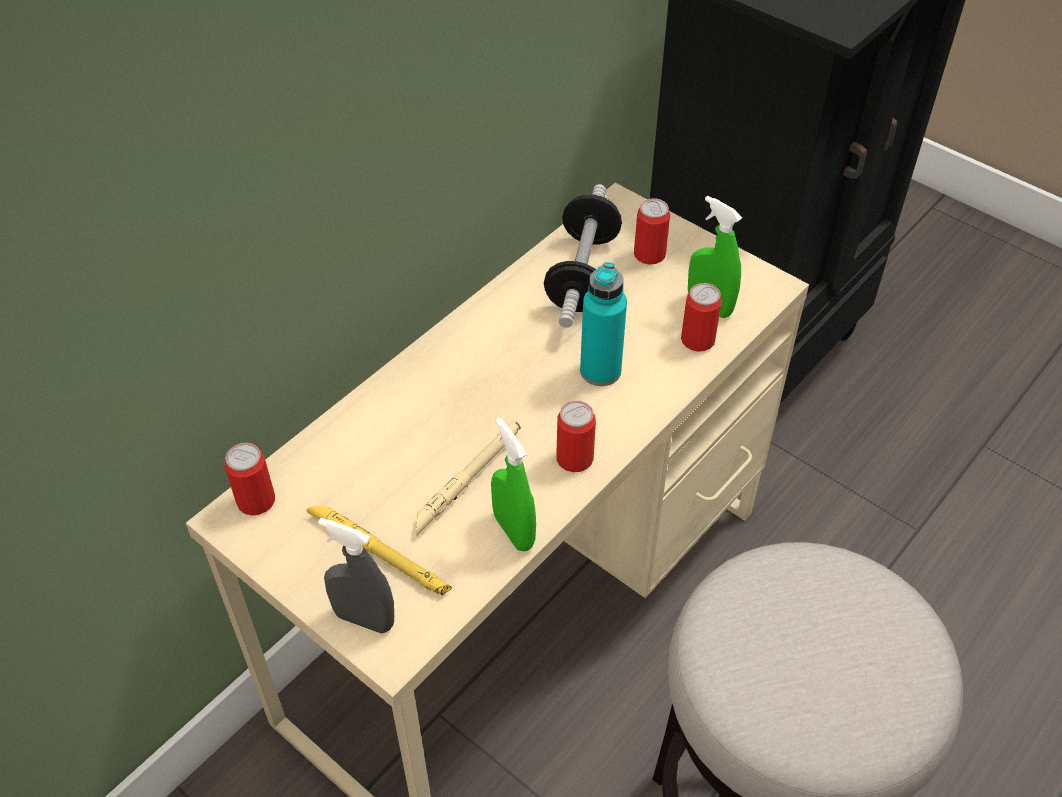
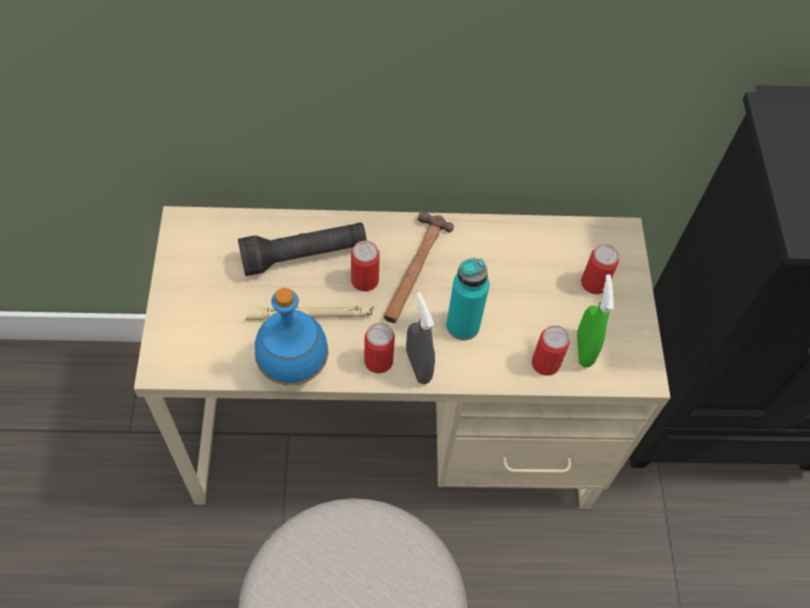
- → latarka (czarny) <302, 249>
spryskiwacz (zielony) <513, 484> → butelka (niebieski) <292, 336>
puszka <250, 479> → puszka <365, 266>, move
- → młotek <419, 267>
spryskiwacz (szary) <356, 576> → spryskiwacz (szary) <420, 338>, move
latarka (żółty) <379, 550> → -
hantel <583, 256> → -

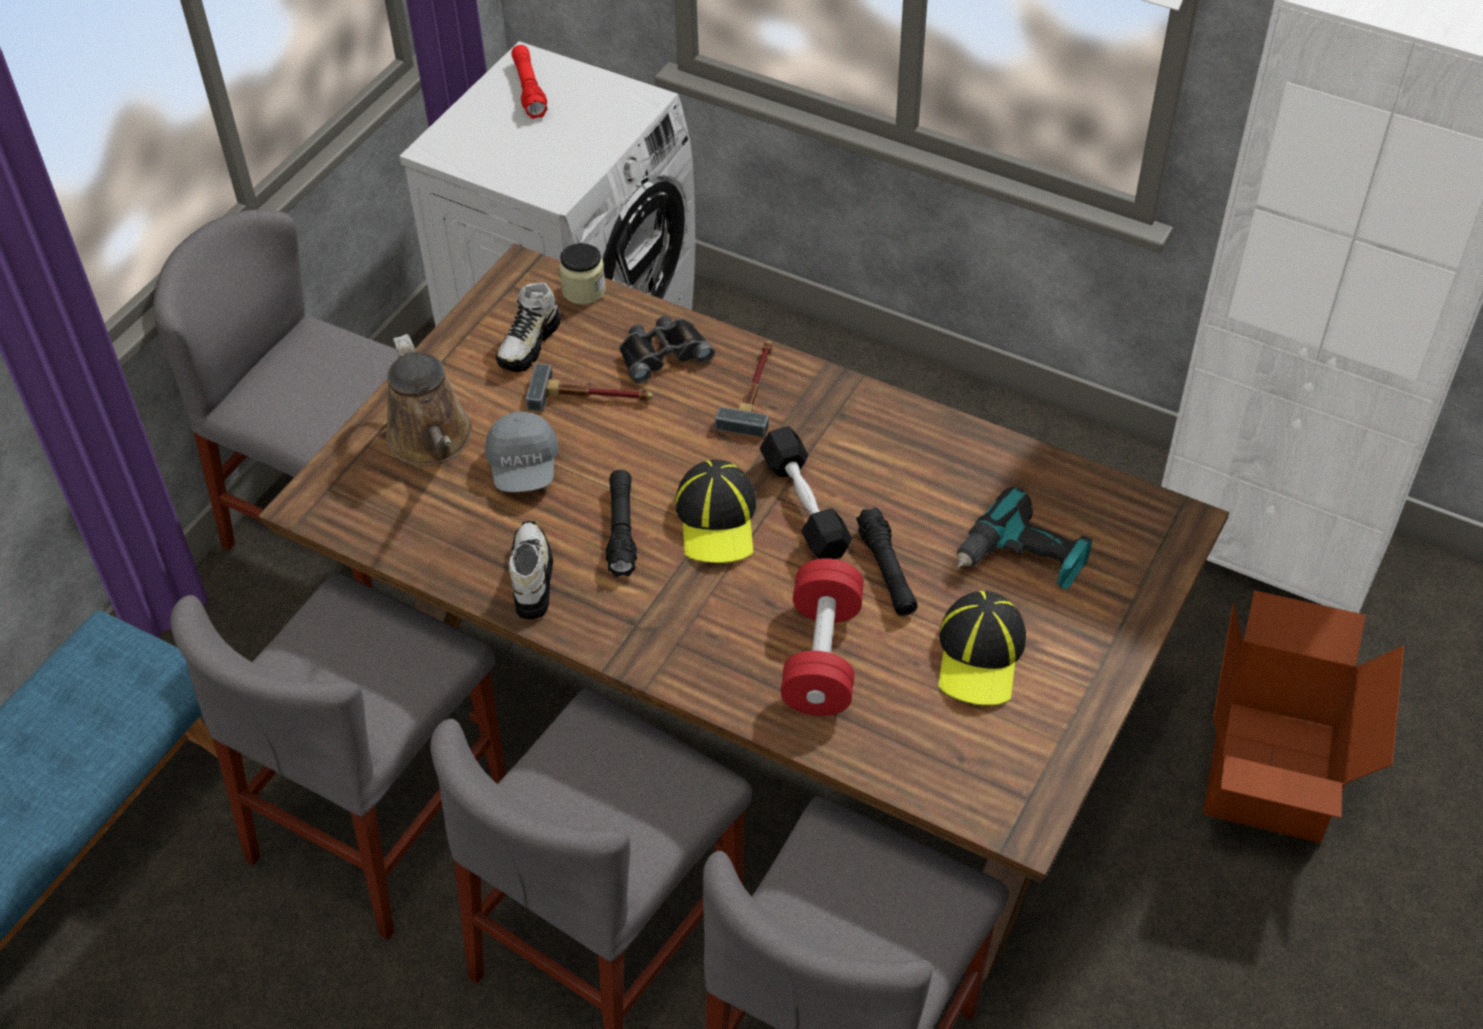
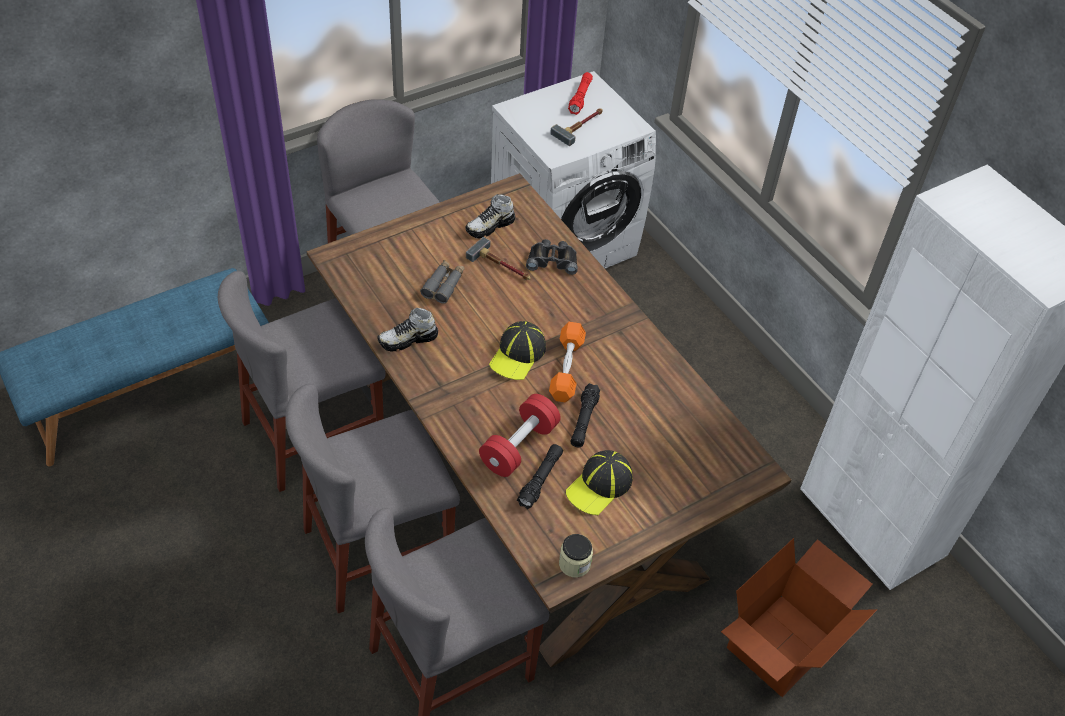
but <531, 570> → but <407, 330>, 135 degrees counterclockwise
czapka z daszkiem (szary) <521, 451> → lornetka (szary) <442, 282>
latarka (czarny) <621, 523> → latarka (czarny) <540, 476>, move
hantel (czarny) <806, 492> → hantel (pomarańczowy) <567, 362>
młotek <743, 389> → młotek <576, 127>, move
słoik <582, 274> → słoik <576, 555>, move
konewka (brązowy) <429, 400> → -
wiertarka <1024, 538> → -

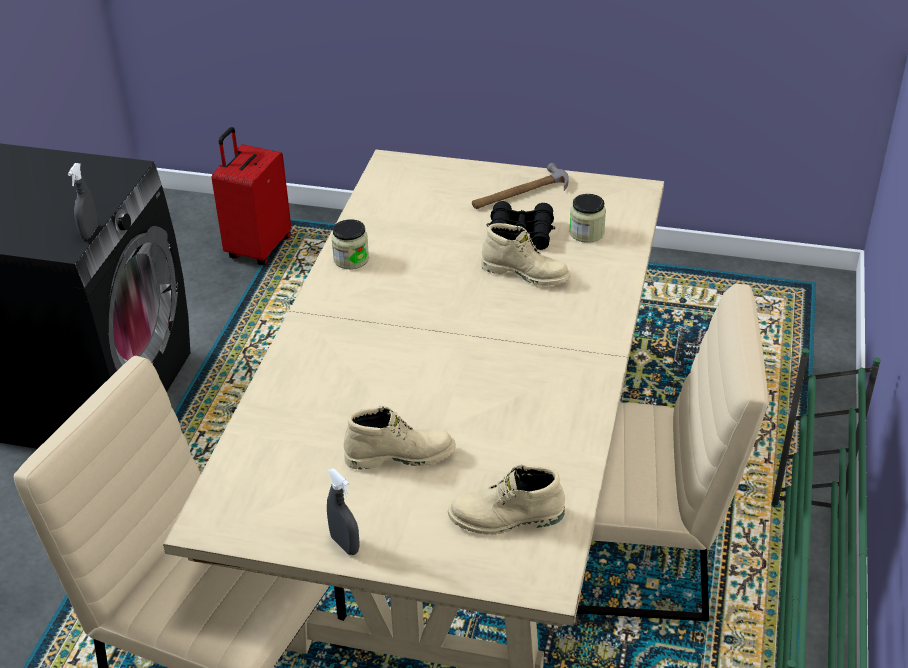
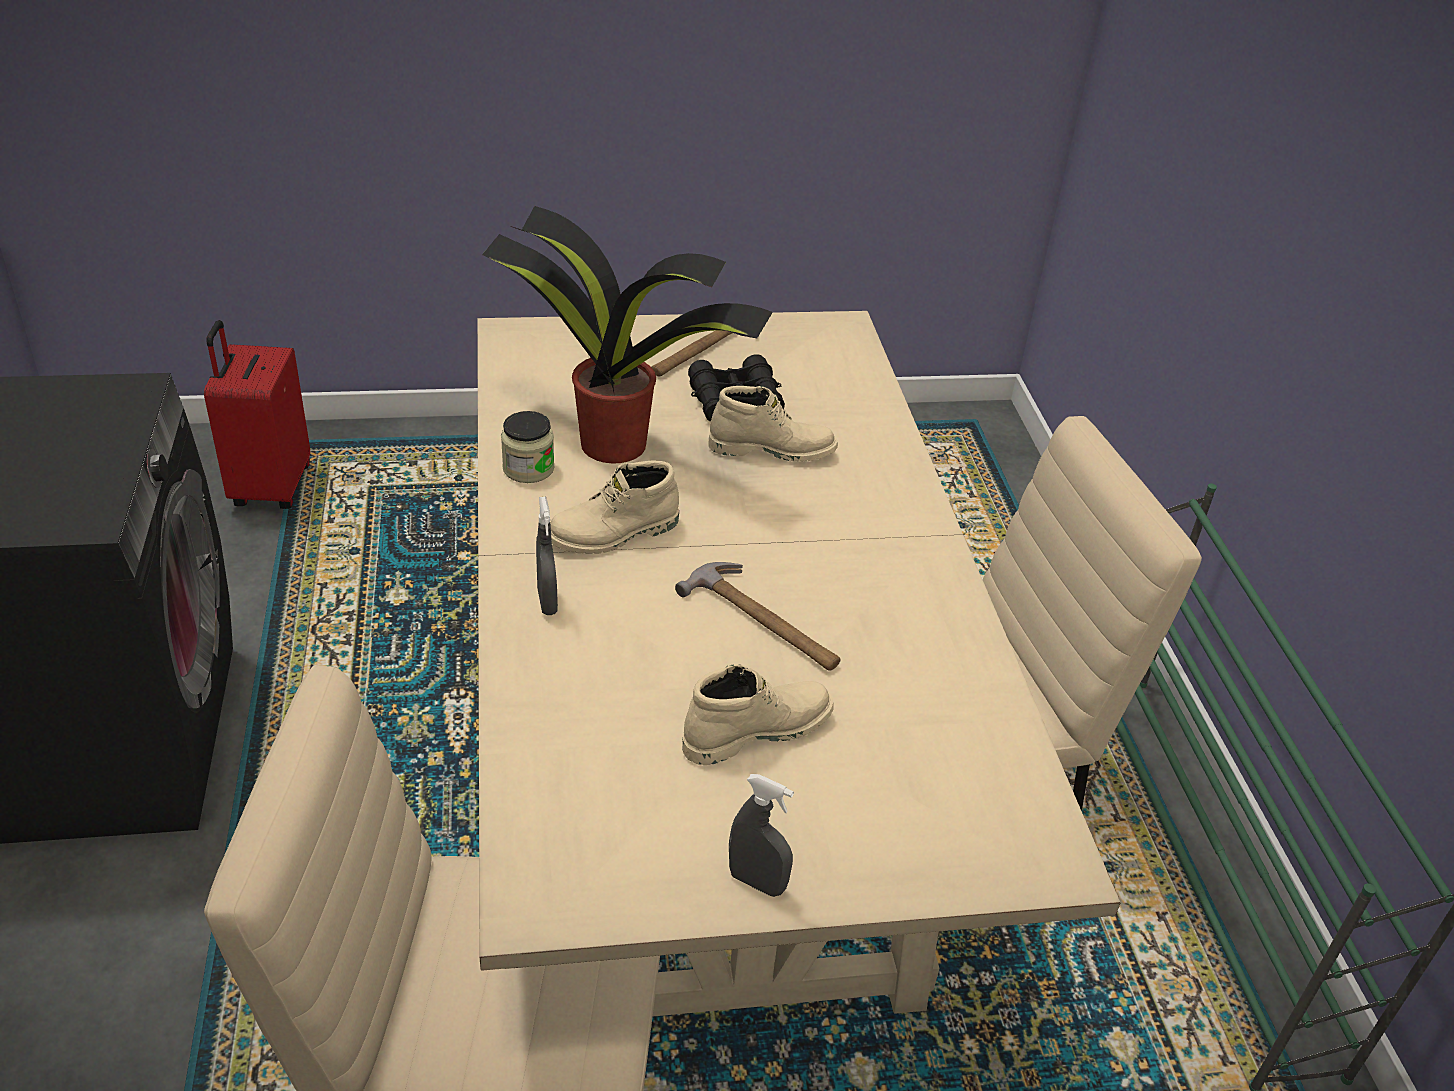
- → roślina doniczkowa <627, 335>
spryskiwacz (szary) <83, 201> → spryskiwacz (szary) <547, 556>, move
but z cholewką (beżowy) <506, 500> → but z cholewką (beżowy) <614, 507>, move
- → młotek <758, 616>
słoik <587, 218> → -

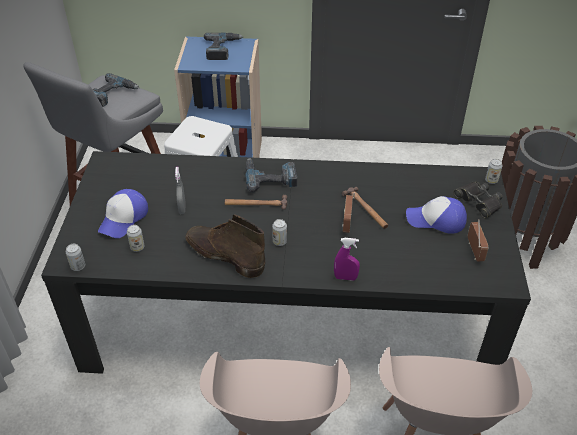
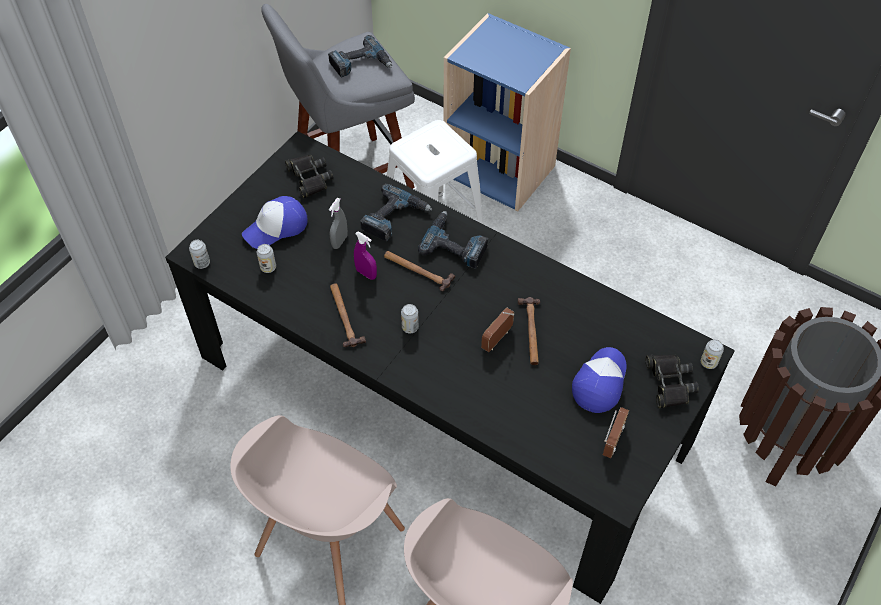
- → lornetka (czarny) <309, 176>
but z cholewką (brązowy) <225, 246> → młotek <348, 315>
spryskiwacz (fioletowy) <347, 259> → spryskiwacz (fioletowy) <365, 255>, move
wiertarka <223, 46> → wiertarka <396, 212>, move
czapka z daszkiem <436, 214> → czapka z daszkiem <599, 380>, 75 degrees clockwise

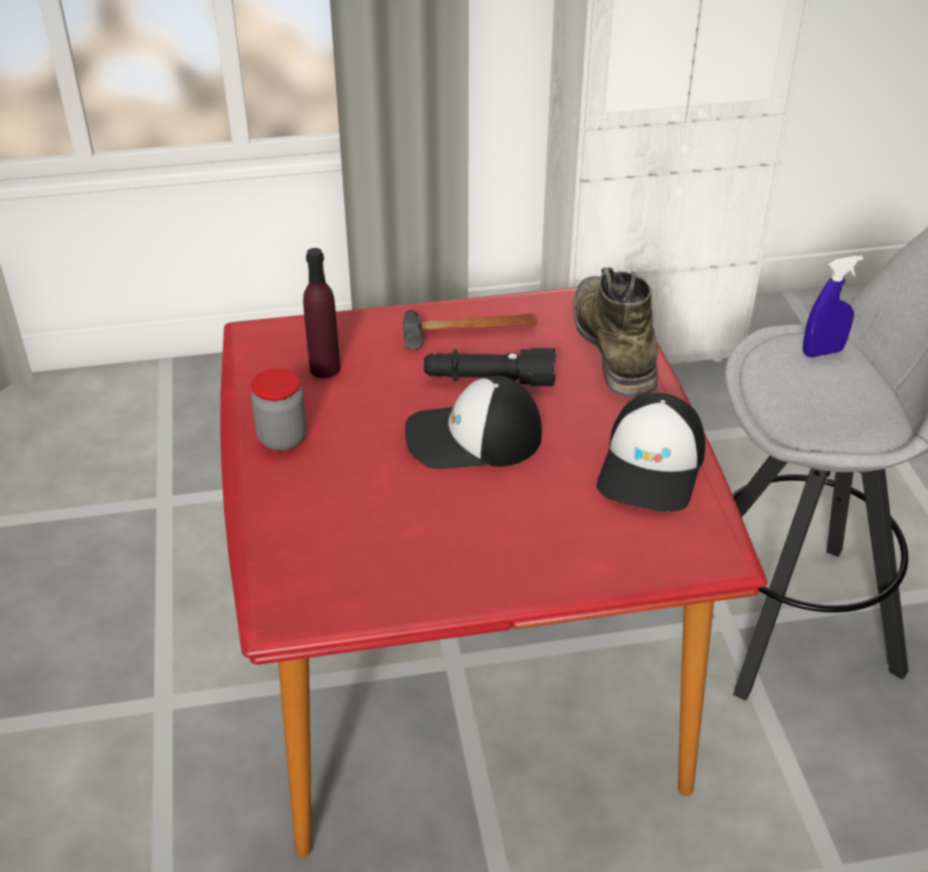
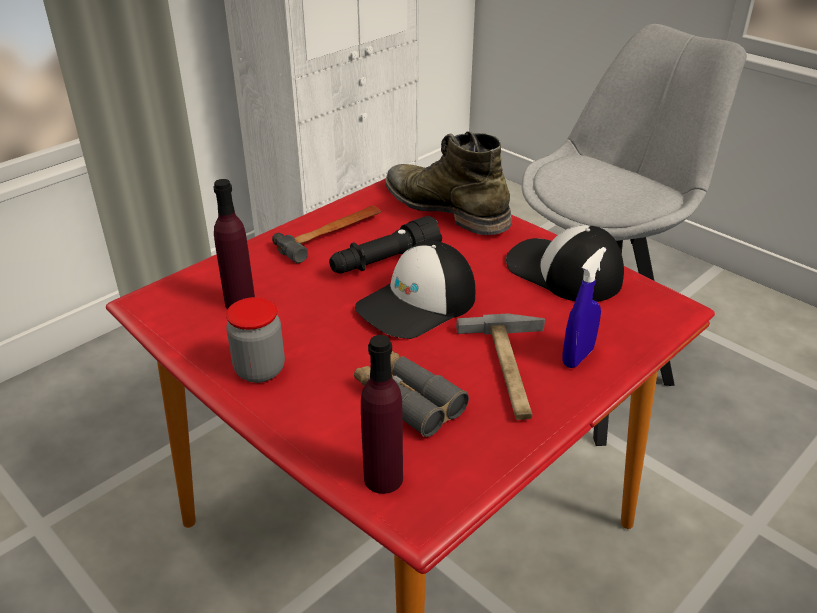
- → lornetka (szary) <411, 394>
- → butelka (fioletowy) <382, 414>
- → młotek <500, 367>
czapka z daszkiem <650, 452> → czapka z daszkiem <565, 263>, 150 degrees clockwise
spryskiwacz (niebieski) <833, 306> → spryskiwacz (niebieski) <584, 307>, move

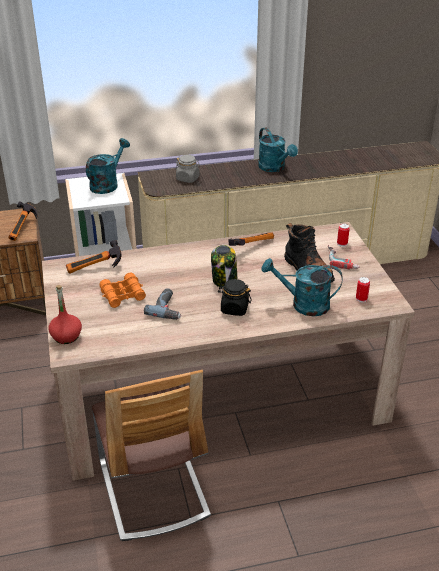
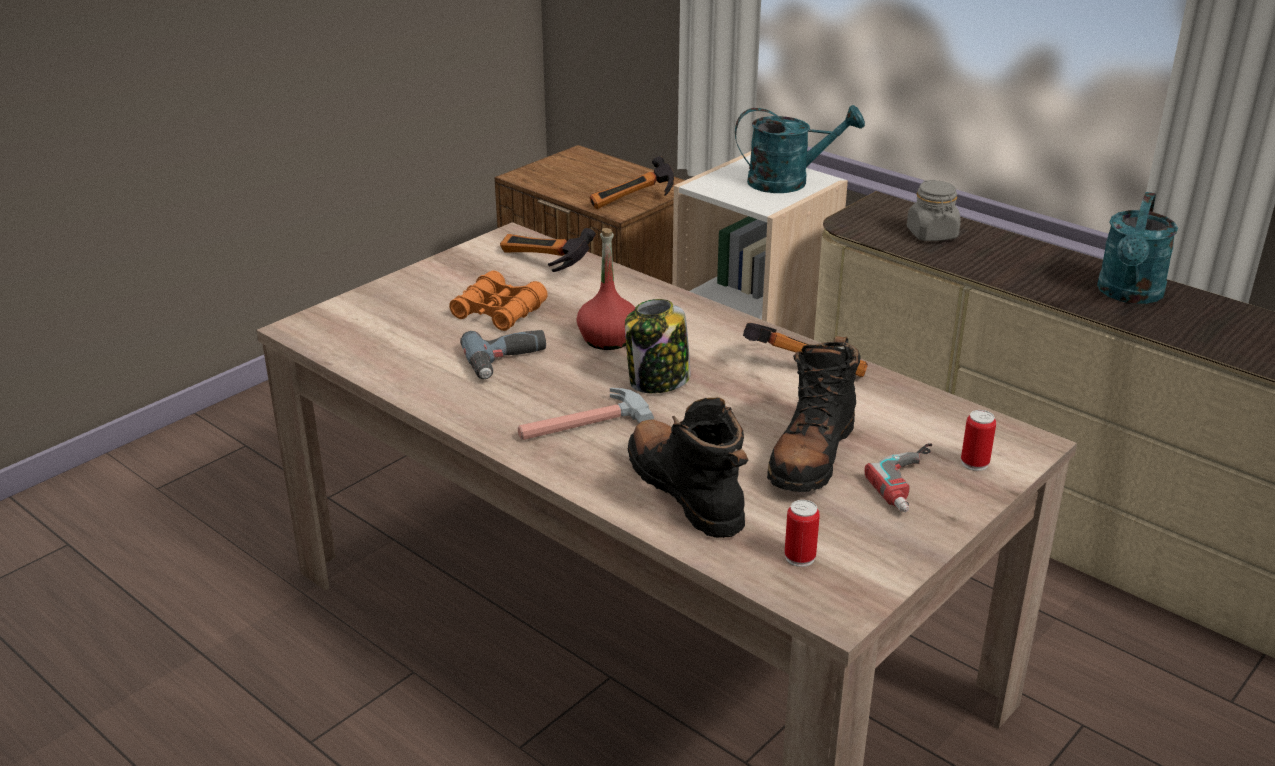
słoik (czarny) <234, 297> → młotek <586, 414>
butelka (czerwony) <65, 314> → butelka (czerwony) <606, 289>, move
konewka (turkusowy) <302, 287> → but z cholewką (czarny) <688, 468>
krzesło <151, 455> → -

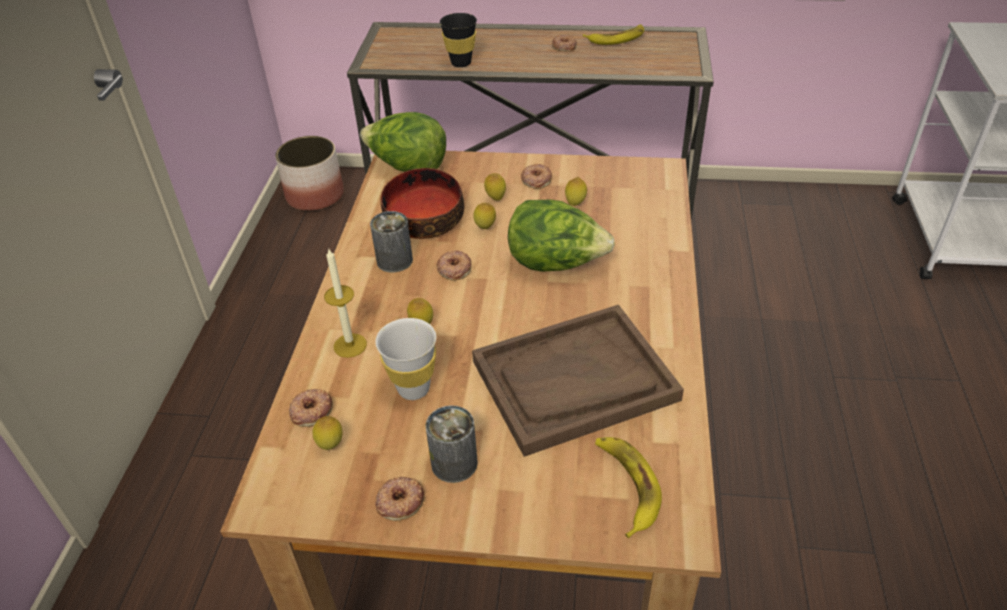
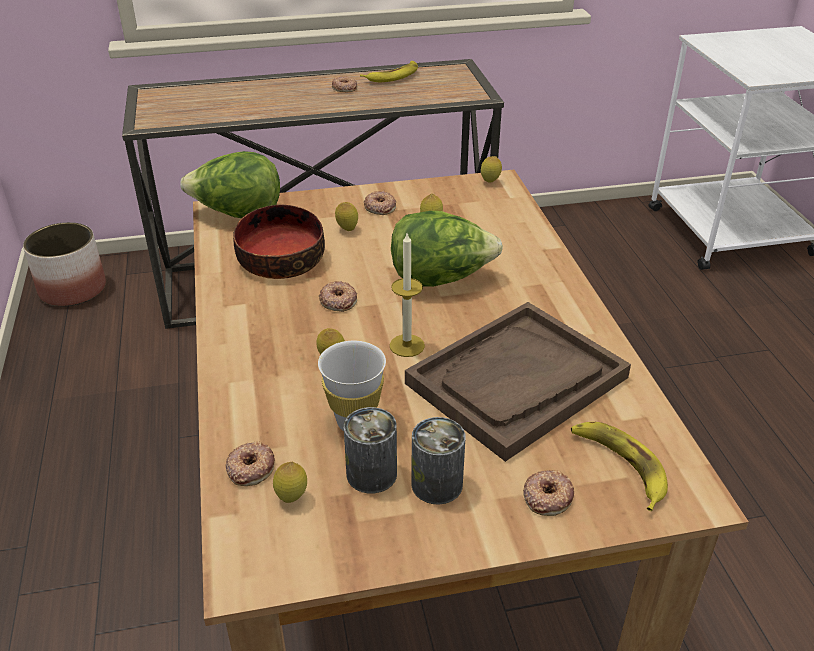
puszka <391, 242> → puszka <370, 450>, move
świeca <345, 303> → świeca <407, 295>, move
cytryna <484, 216> → cytryna <491, 169>, move
donut <400, 499> → donut <548, 493>, move
filiżanka (czarny) <458, 40> → -

